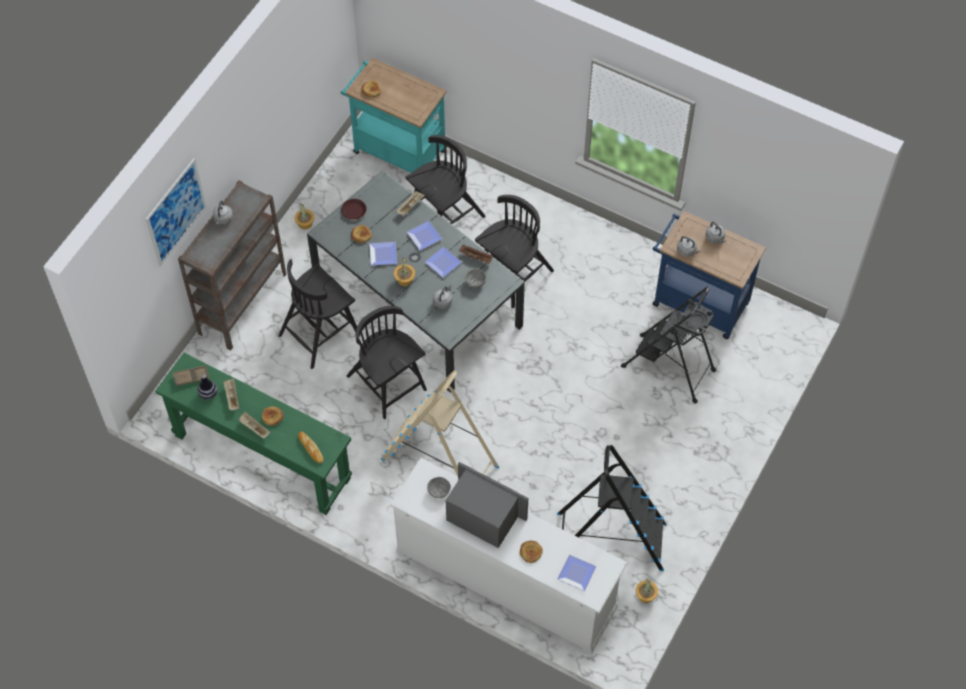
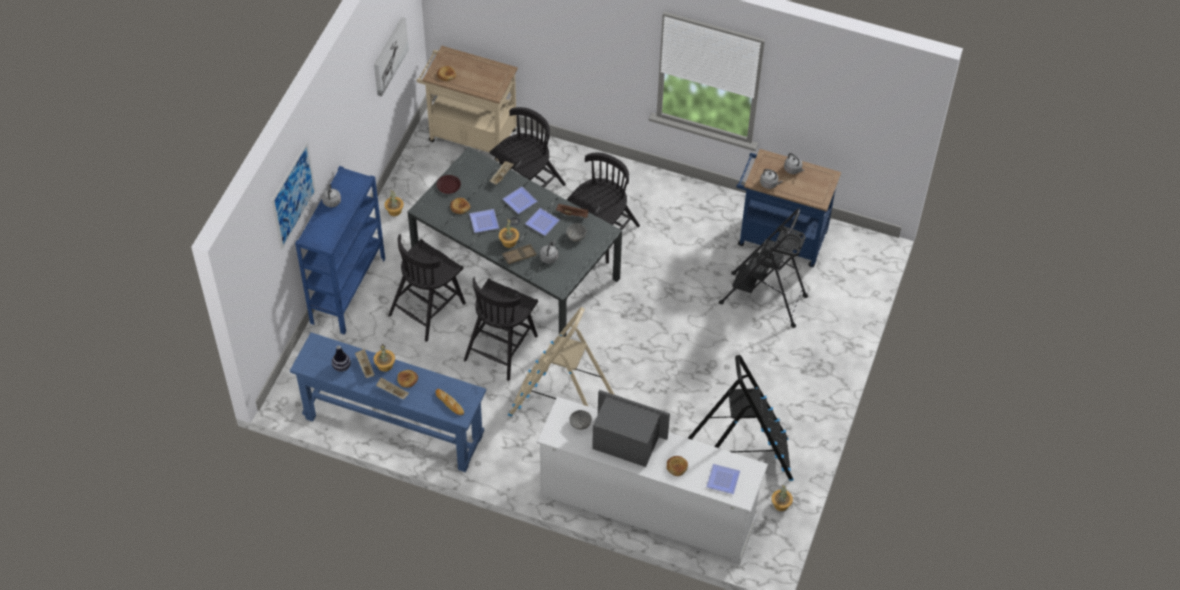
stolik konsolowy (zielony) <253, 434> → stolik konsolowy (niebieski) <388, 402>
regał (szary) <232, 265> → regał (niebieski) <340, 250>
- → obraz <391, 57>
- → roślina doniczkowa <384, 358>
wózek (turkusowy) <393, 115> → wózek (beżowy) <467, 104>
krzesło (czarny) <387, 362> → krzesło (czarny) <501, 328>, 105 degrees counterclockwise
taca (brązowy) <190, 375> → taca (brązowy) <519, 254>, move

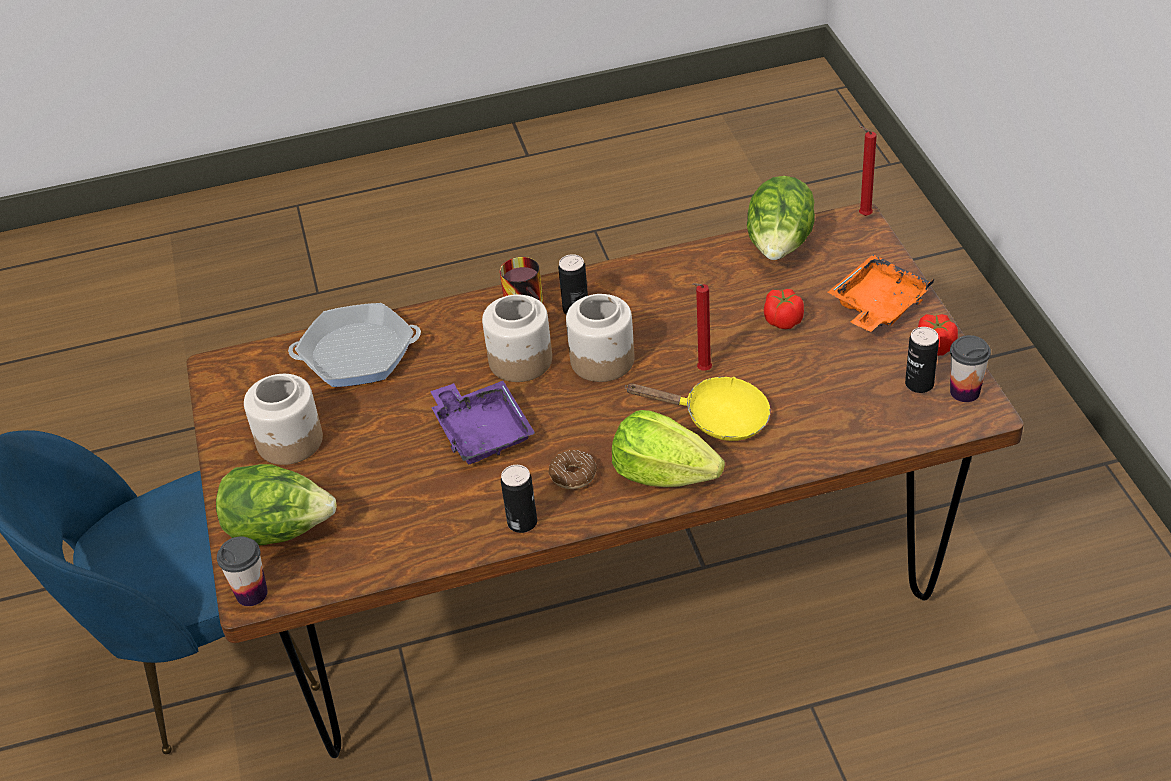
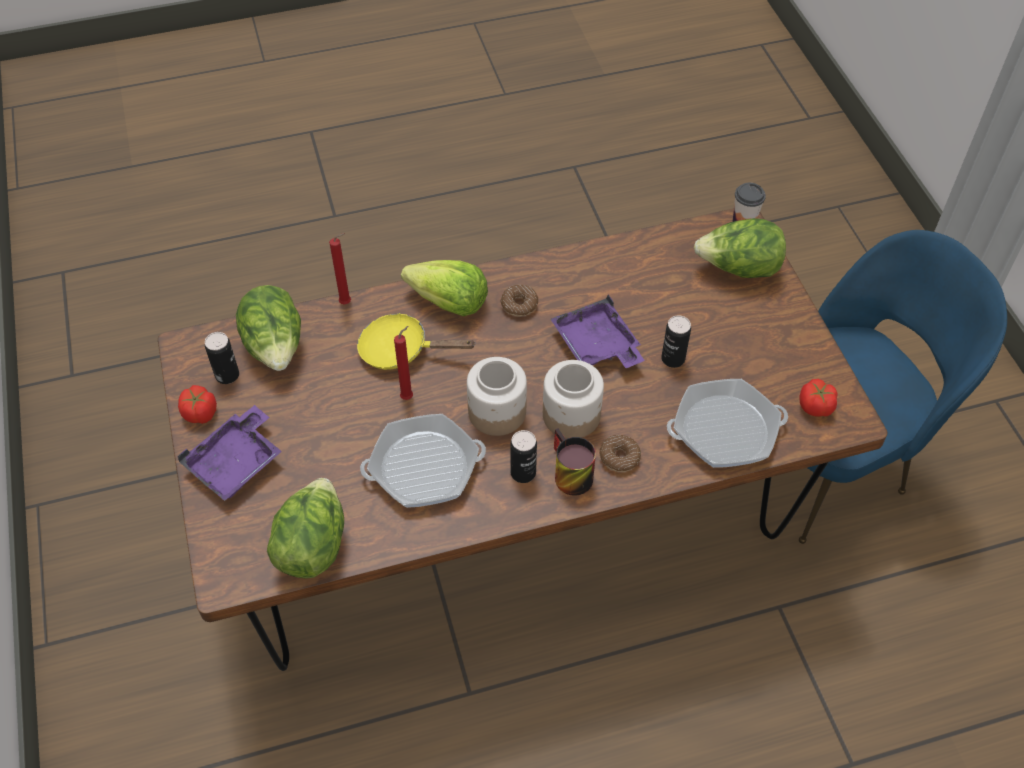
taca (pomarańczowy) <881, 293> → taca (fioletowy) <229, 453>
- → sałata <268, 328>
świeca (czerwony) <868, 171> → świeca (czerwony) <340, 268>, move
- → patelnia <423, 461>
- → donut <620, 453>
puszka <519, 499> → puszka <676, 341>, move
pomidor <784, 309> → pomidor <818, 398>, move
słoik <283, 419> → -
filiżanka <970, 368> → -

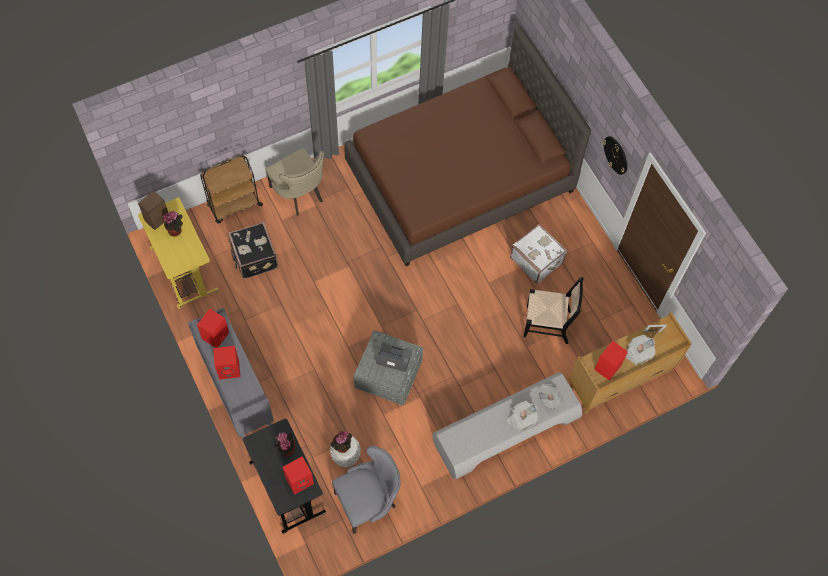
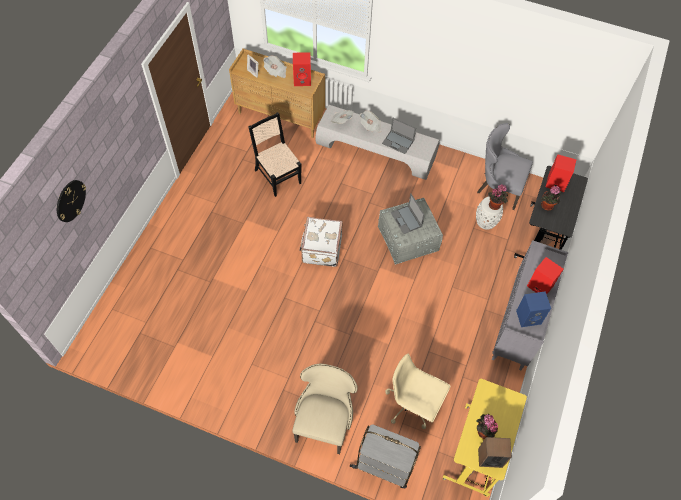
zegar ścienny <615, 155> → zegar ścienny <71, 201>, move
walizka (biały) <539, 253> → walizka (biały) <321, 242>, move
wózek (brązowy) <231, 190> → wózek (szary) <385, 456>
- → laptop <399, 135>
walizka (czarny) <253, 250> → krzesło biurowe (beżowy) <417, 391>
głośnik (czerwony) <213, 328> → głośnik (niebieski) <533, 309>
łóżko (brązowy) <467, 145> → -

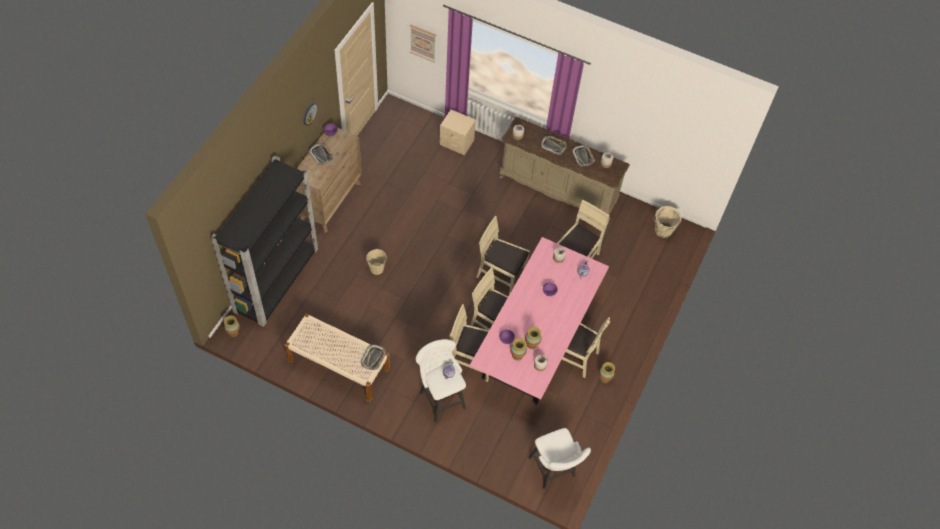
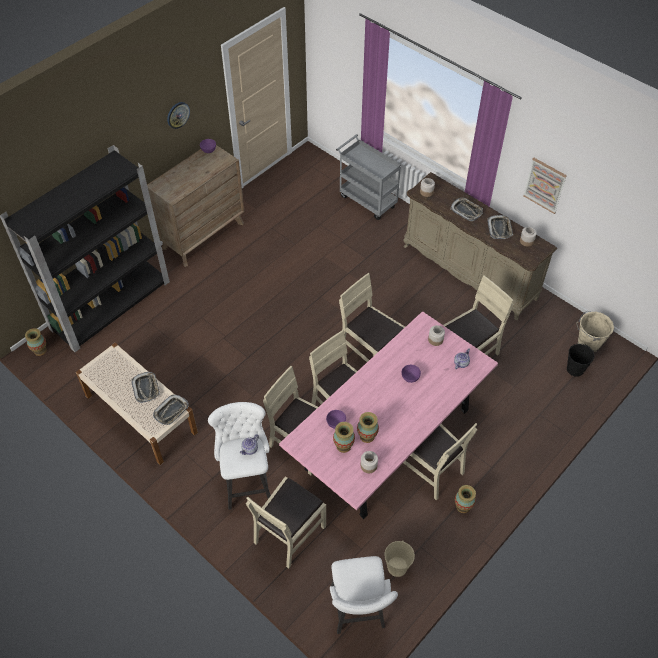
taca <321, 154> → taca <145, 387>, move
- → krzesło (beżowy) <286, 522>
szafka nocna (beżowy) <458, 132> → wózek (szary) <368, 177>
wiadro (beżowy) <376, 262> → wiadro (beżowy) <400, 558>, move
obraz <423, 43> → obraz <545, 186>, move
- → wiadro (czarny) <580, 360>

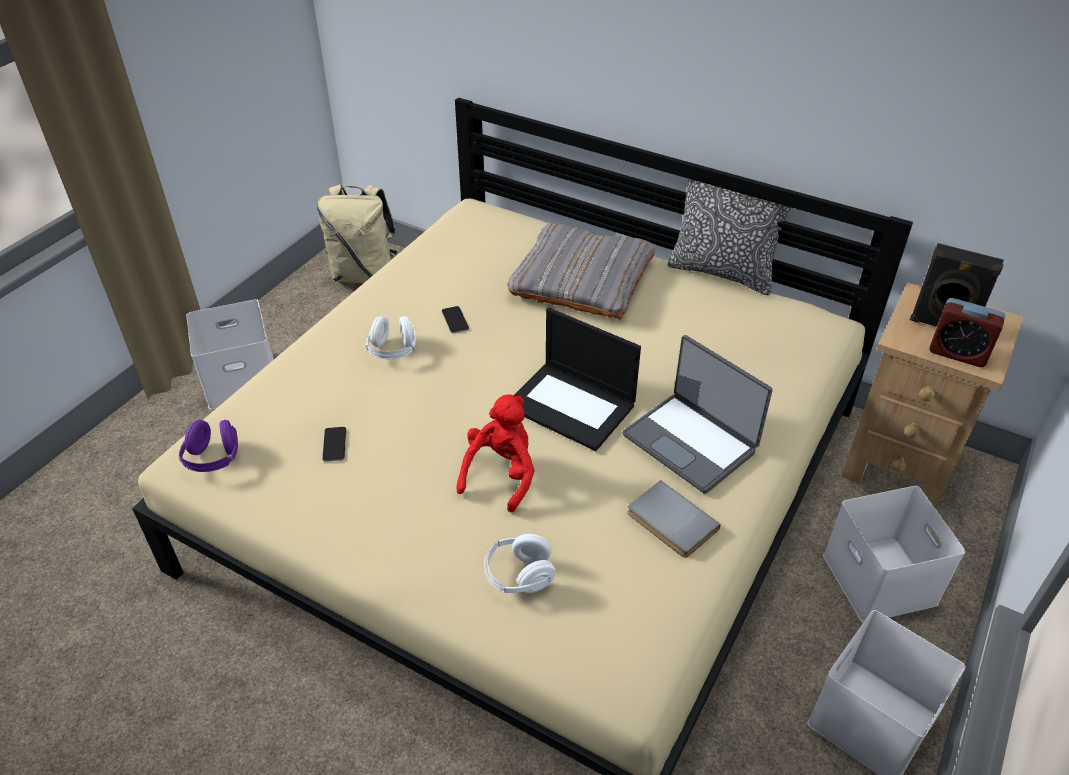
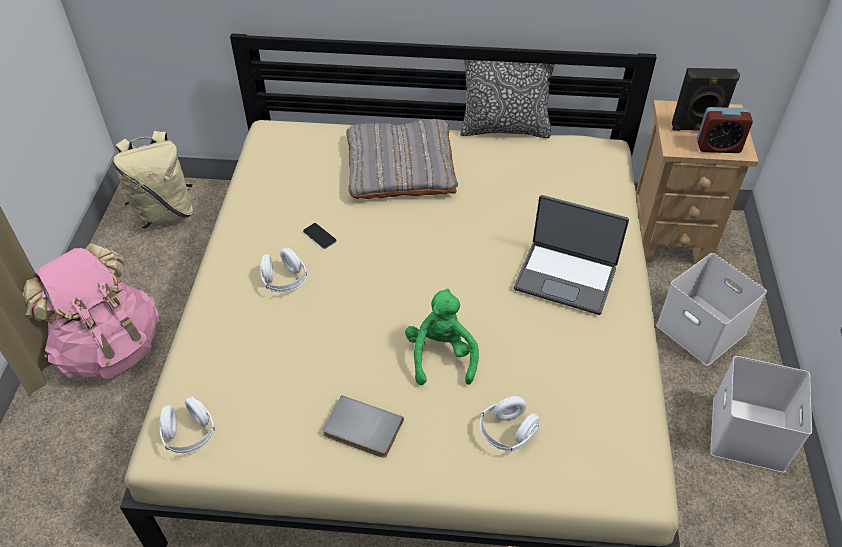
pojemnik do przechowywania (biały) <230, 354> → plecak (różowy) <91, 311>
słuchawki (fioletowy) <208, 446> → słuchawki (biały) <187, 425>
książka (szary) <674, 519> → książka (szary) <363, 426>, move
pluszak (czerwony) <495, 453> → pluszak (zielony) <442, 336>
telefon <334, 444> → -
laptop <577, 379> → -

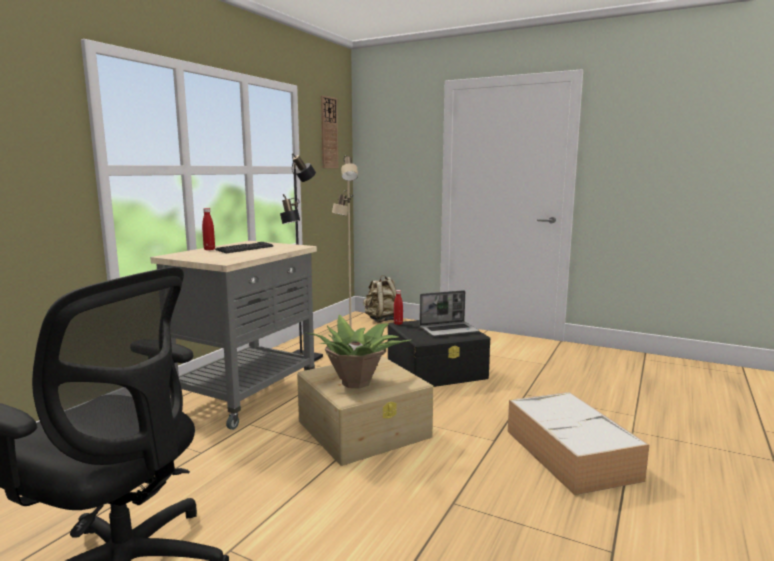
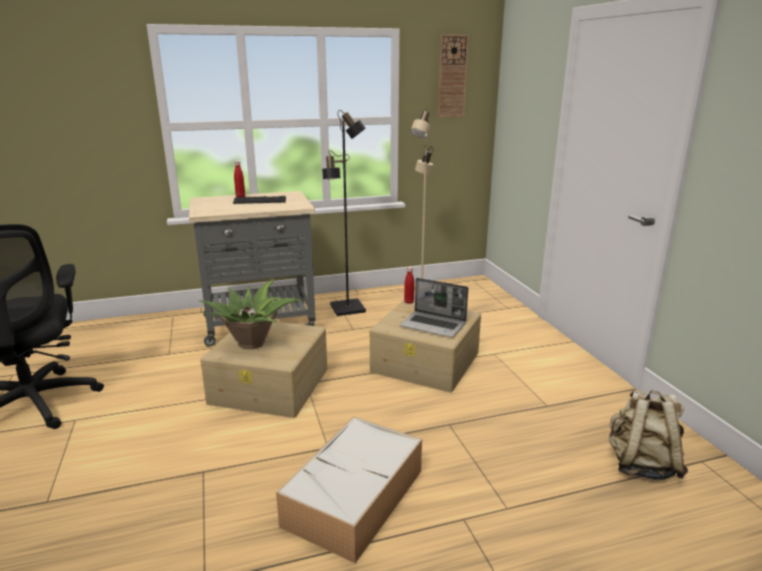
pojemnik do przechowywania (czarny) <439, 353> → pojemnik do przechowywania (beżowy) <425, 346>
plecak (beżowy) <379, 299> → plecak (beżowy) <648, 435>, move

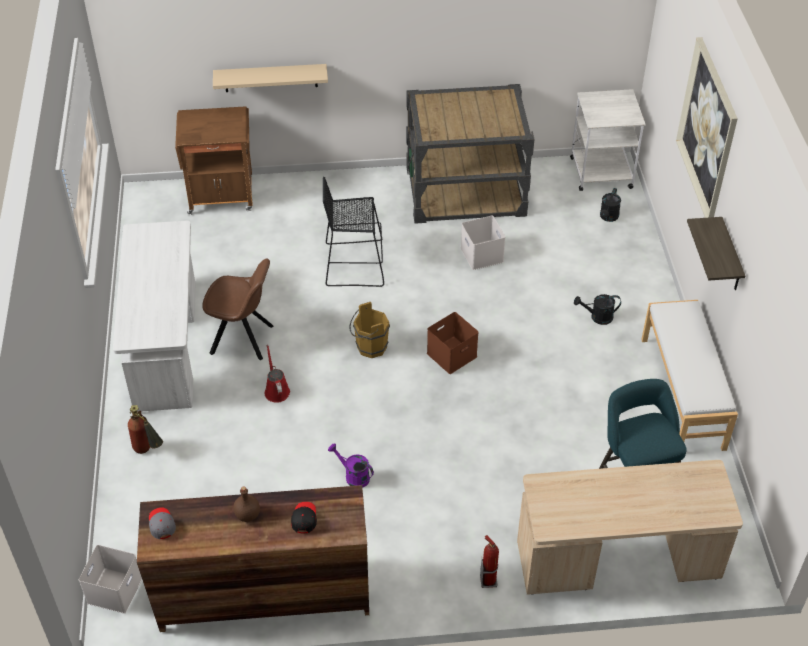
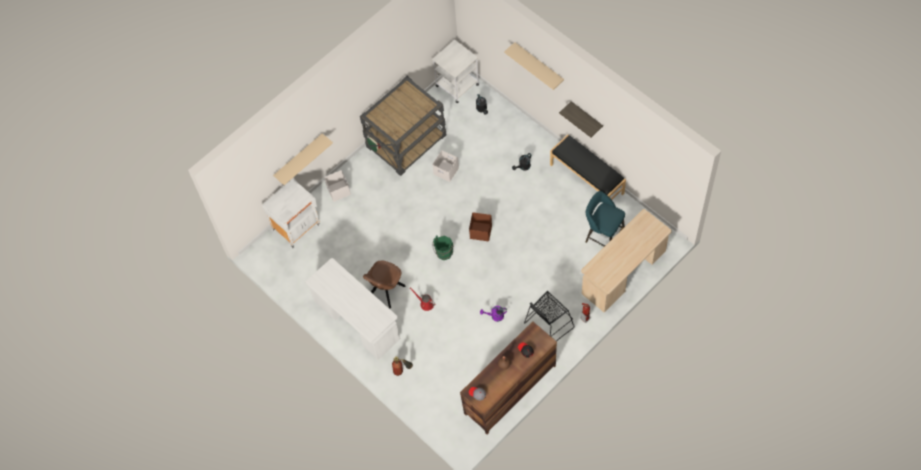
wózek (brązowy) <214, 160> → wózek (biały) <291, 214>
pojemnik do przechowywania (biały) <110, 579> → pojemnik do przechowywania (biały) <337, 186>, move
krzesło (brązowy) <238, 309> → krzesło (brązowy) <384, 285>, 150 degrees clockwise
wiadro (brązowy) <370, 330> → wiadro (zielony) <443, 247>
obraz <707, 127> → półka (beżowy) <534, 66>
stołek (czarny) <353, 232> → stołek (czarny) <549, 316>, move
ławka (biały) <689, 375> → ławka (czarny) <588, 167>

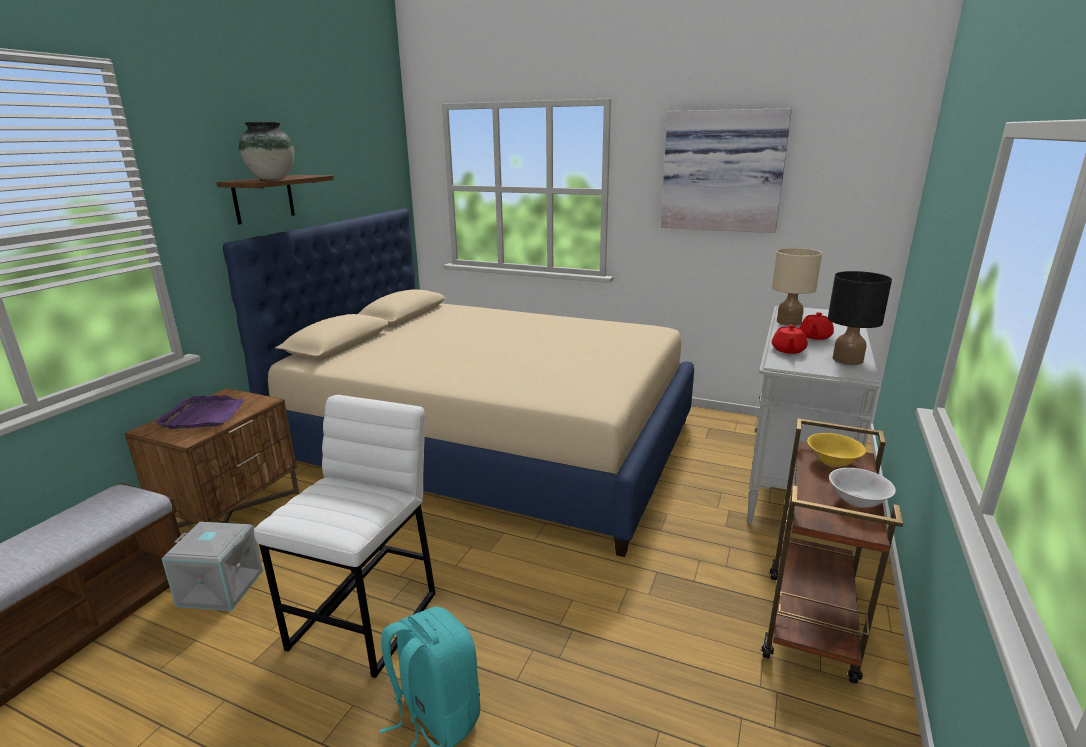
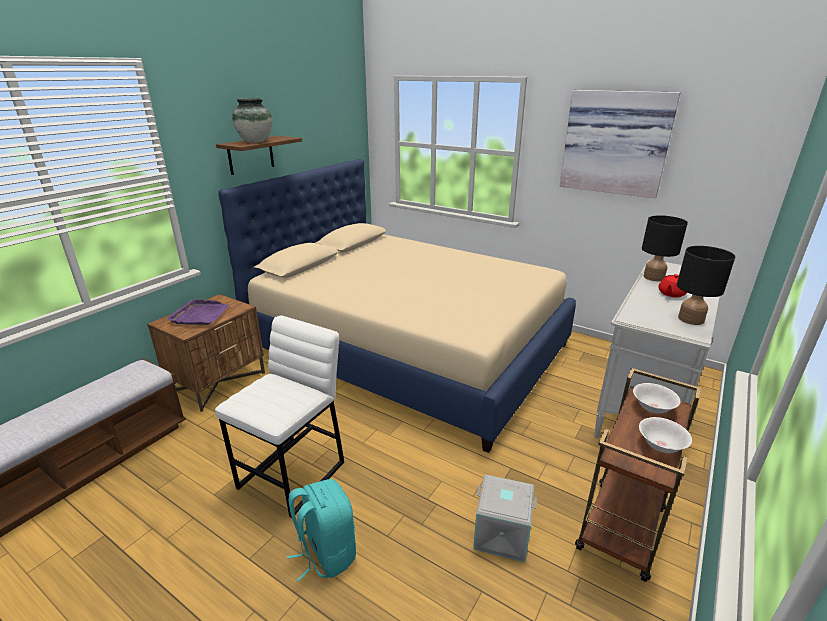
pojemnik do przechowywania (szary) <212, 566> → pojemnik do przechowywania (szary) <505, 518>, move
miska (żółty) <836, 450> → miska (biały) <657, 398>
lampa stołowa (beżowy) <797, 287> → lampa stołowa (czarny) <665, 248>
imbryk (czerwony) <790, 339> → -

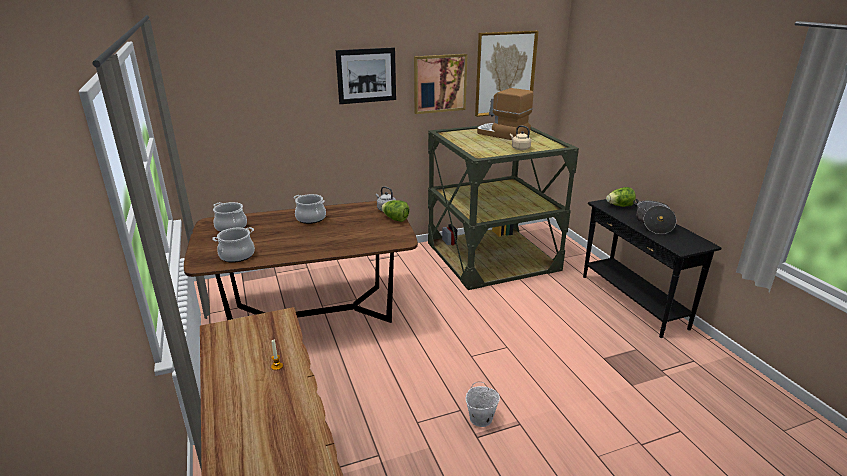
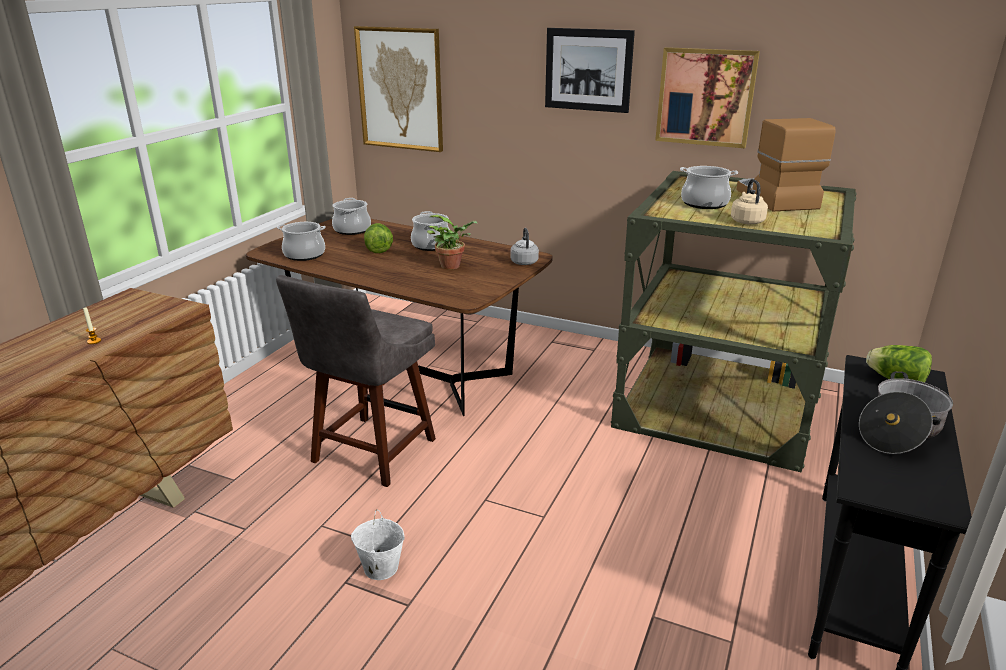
- → stołek (szary) <356, 381>
obraz <507, 73> → obraz <398, 89>, move
sałata <395, 211> → sałata <378, 238>, move
- → roślina doniczkowa <452, 242>
- → garnek <709, 187>

